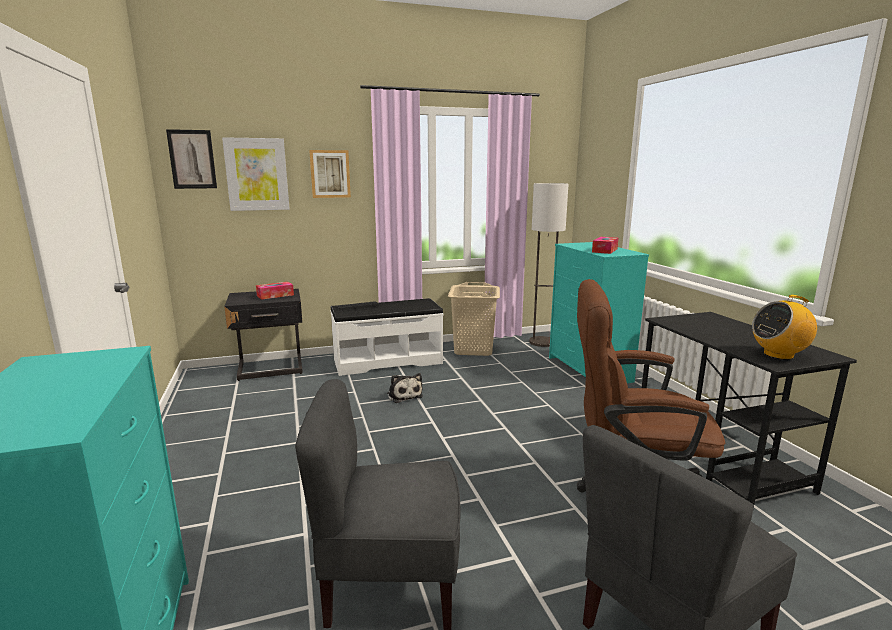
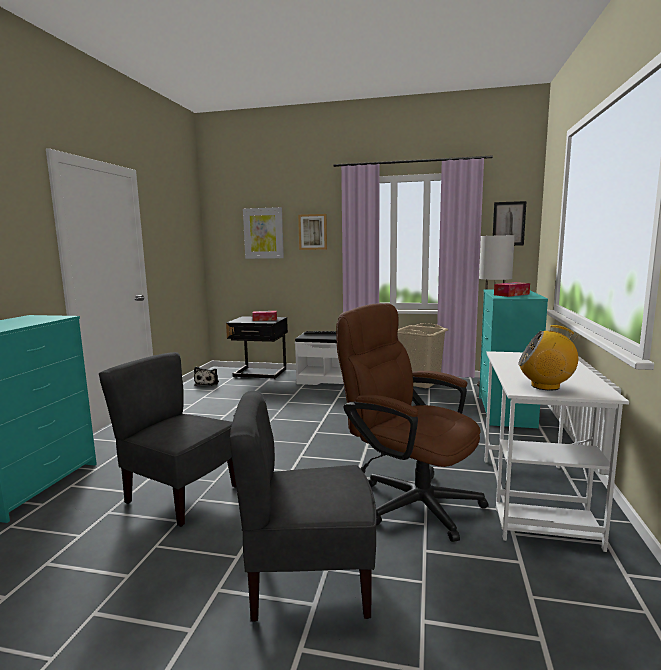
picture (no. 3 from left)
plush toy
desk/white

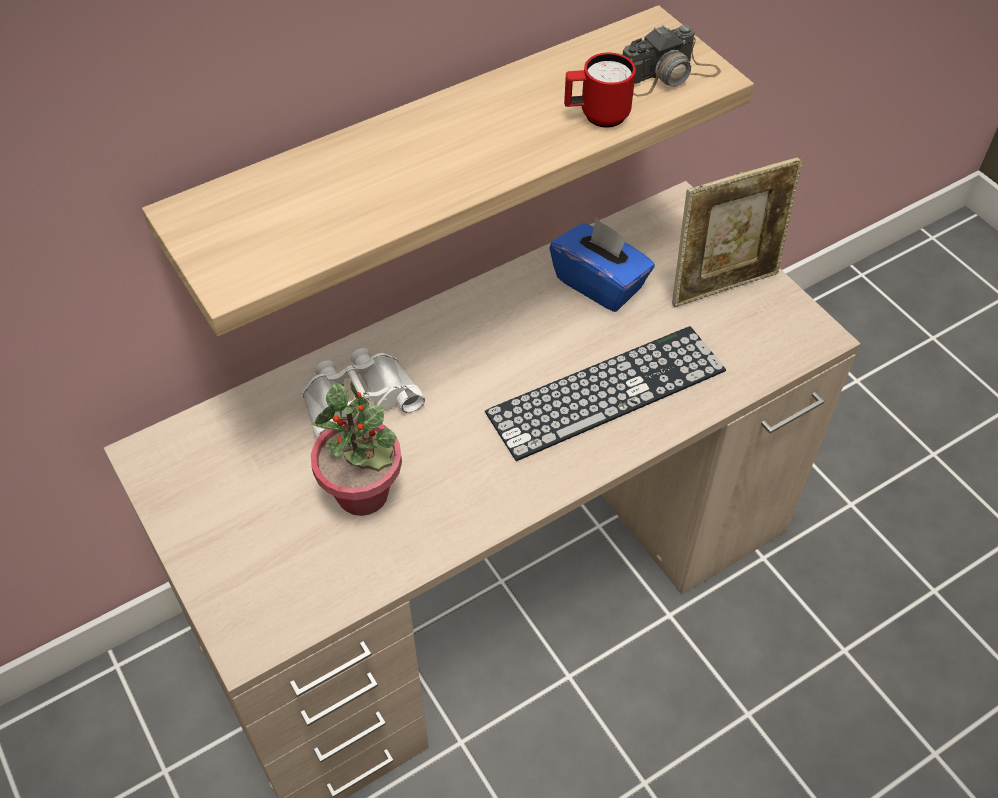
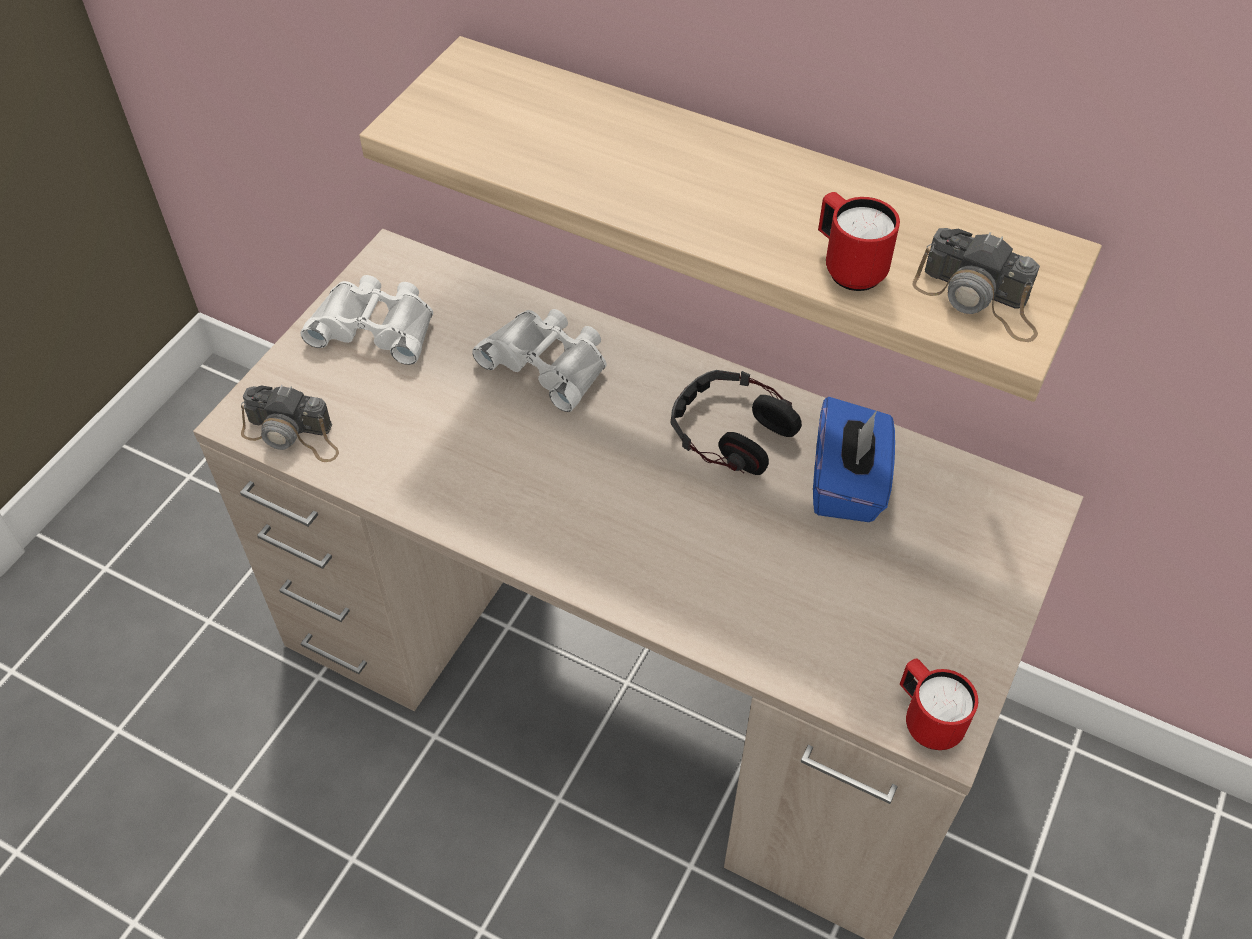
potted plant
keyboard
picture frame
photo camera (no. 1 from left)
binoculars/white (no. 1 from left)
headphones
mug/red (no. 2 from left)

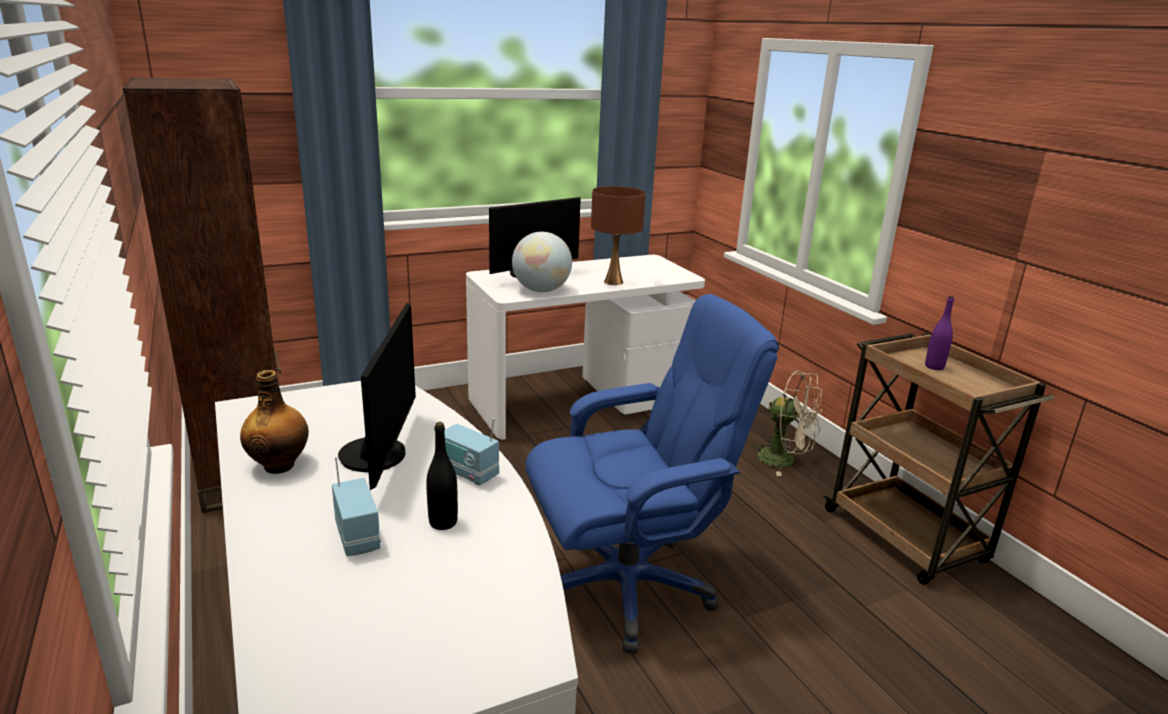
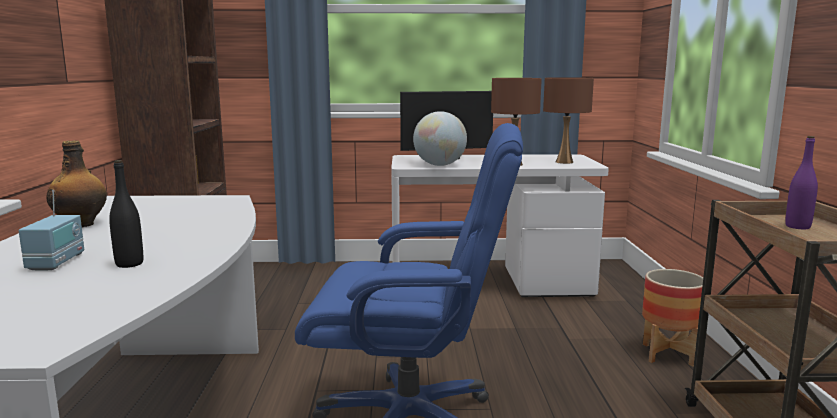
monitor (no. 1 from left in the first image)
radio (no. 2 from left in the first image)
planter
table lamp/brown (no. 2 from left)

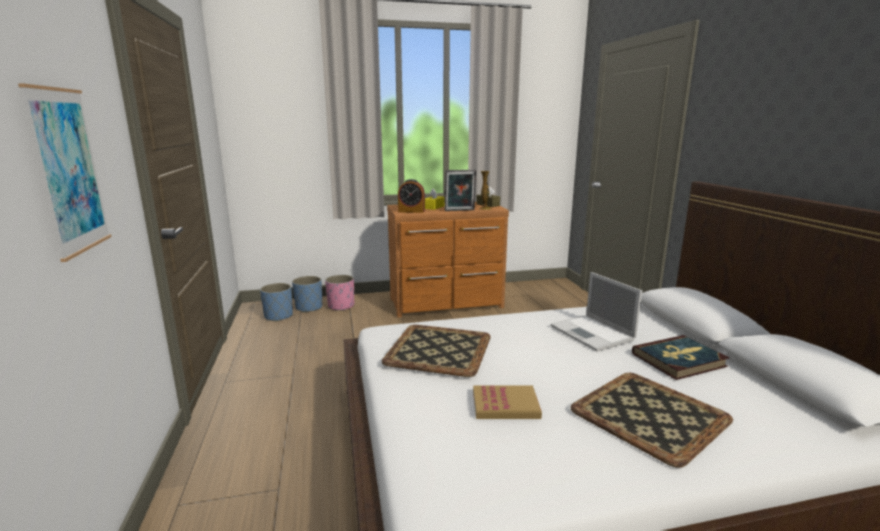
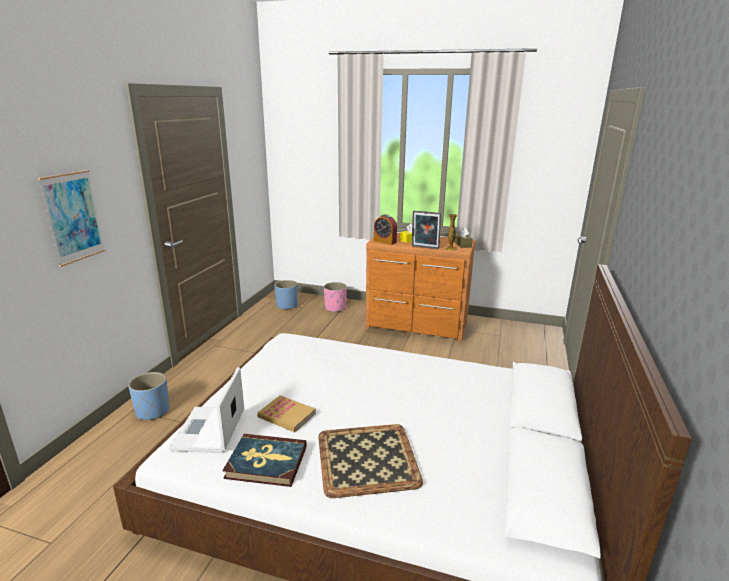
planter/blue (no. 1 from left)
tray (no. 1 from left in the first image)
laptop
book (no. 1 from left)

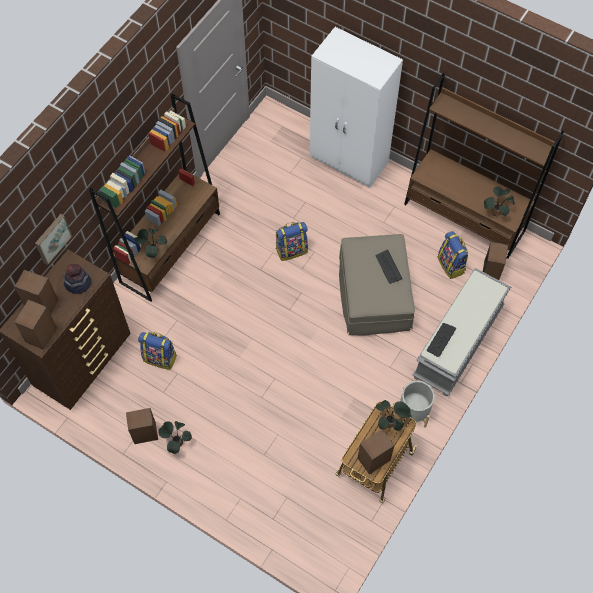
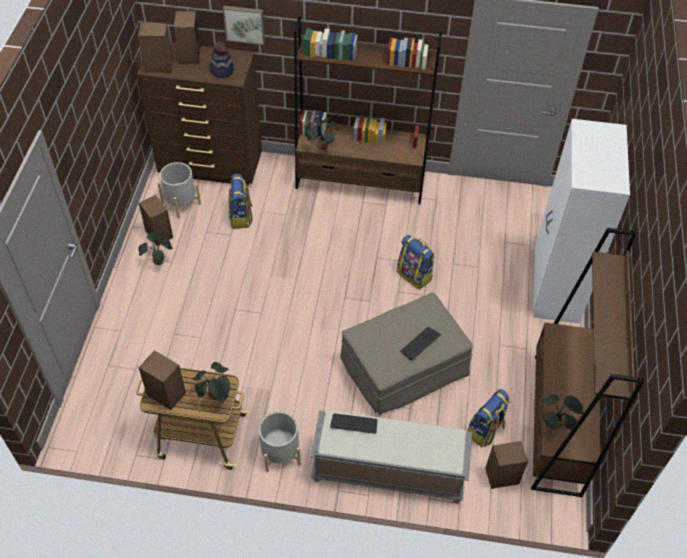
planter/grey (no. 1 from left)

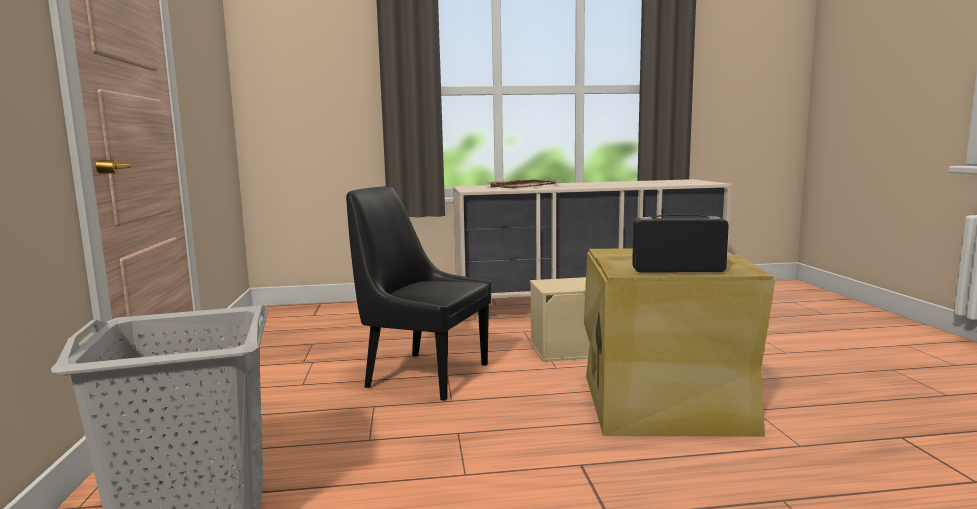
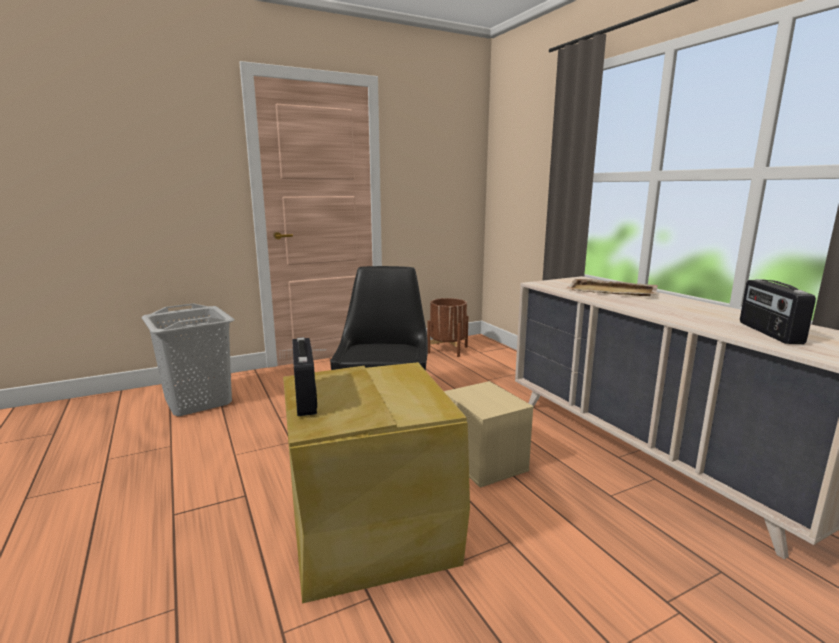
planter/brown
radio (no. 2 from left)

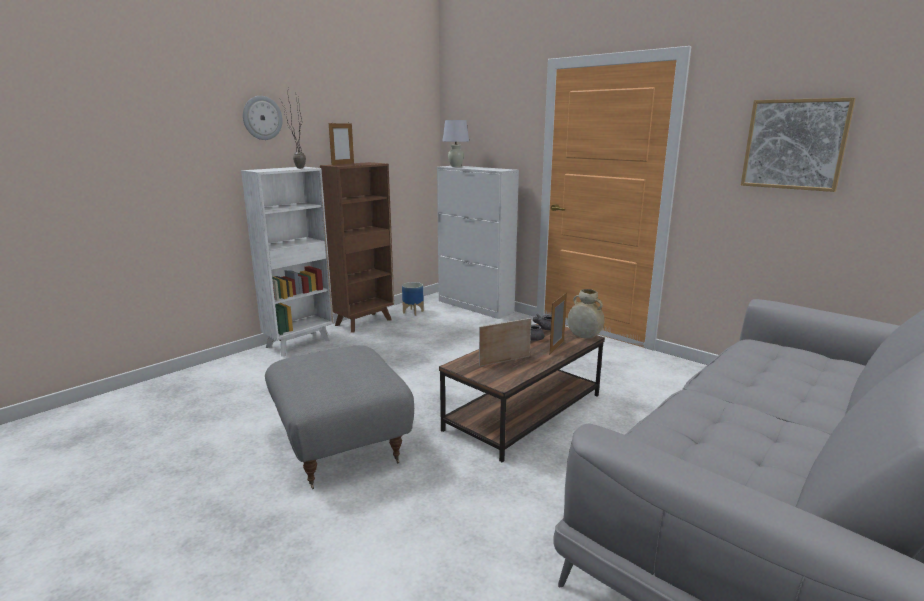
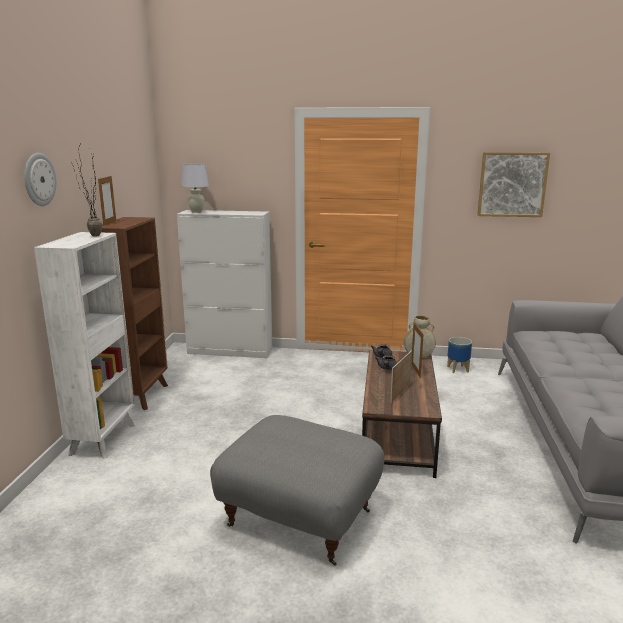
planter

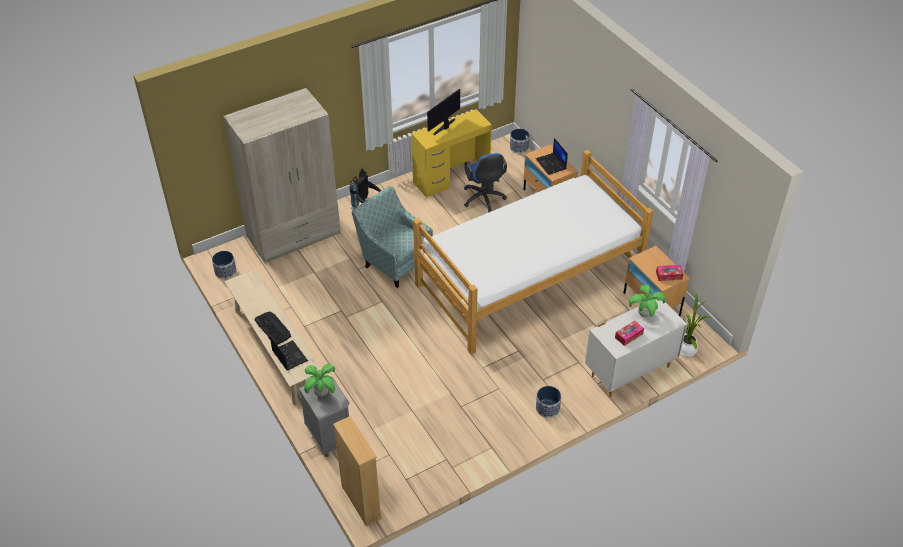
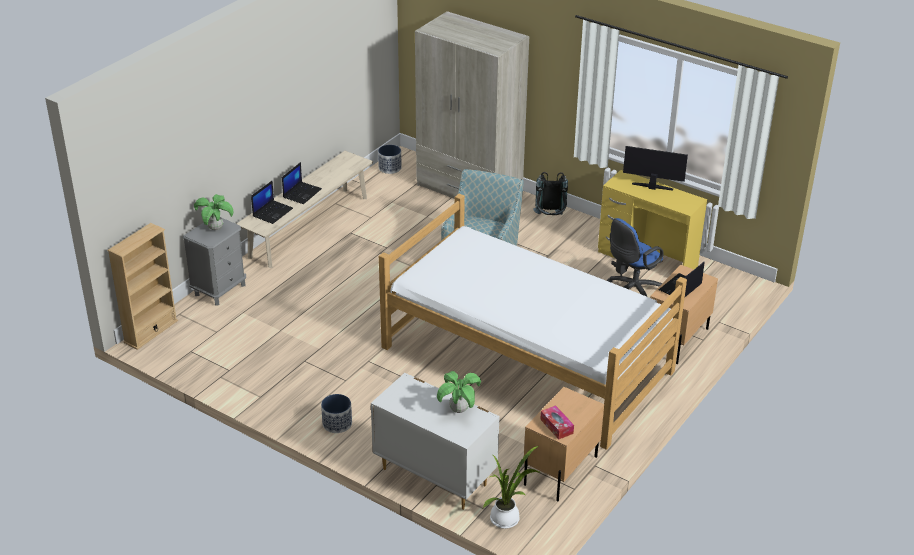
laptop (no. 2 from left)
planter (no. 2 from left in the first image)
tissue box (no. 1 from left in the first image)

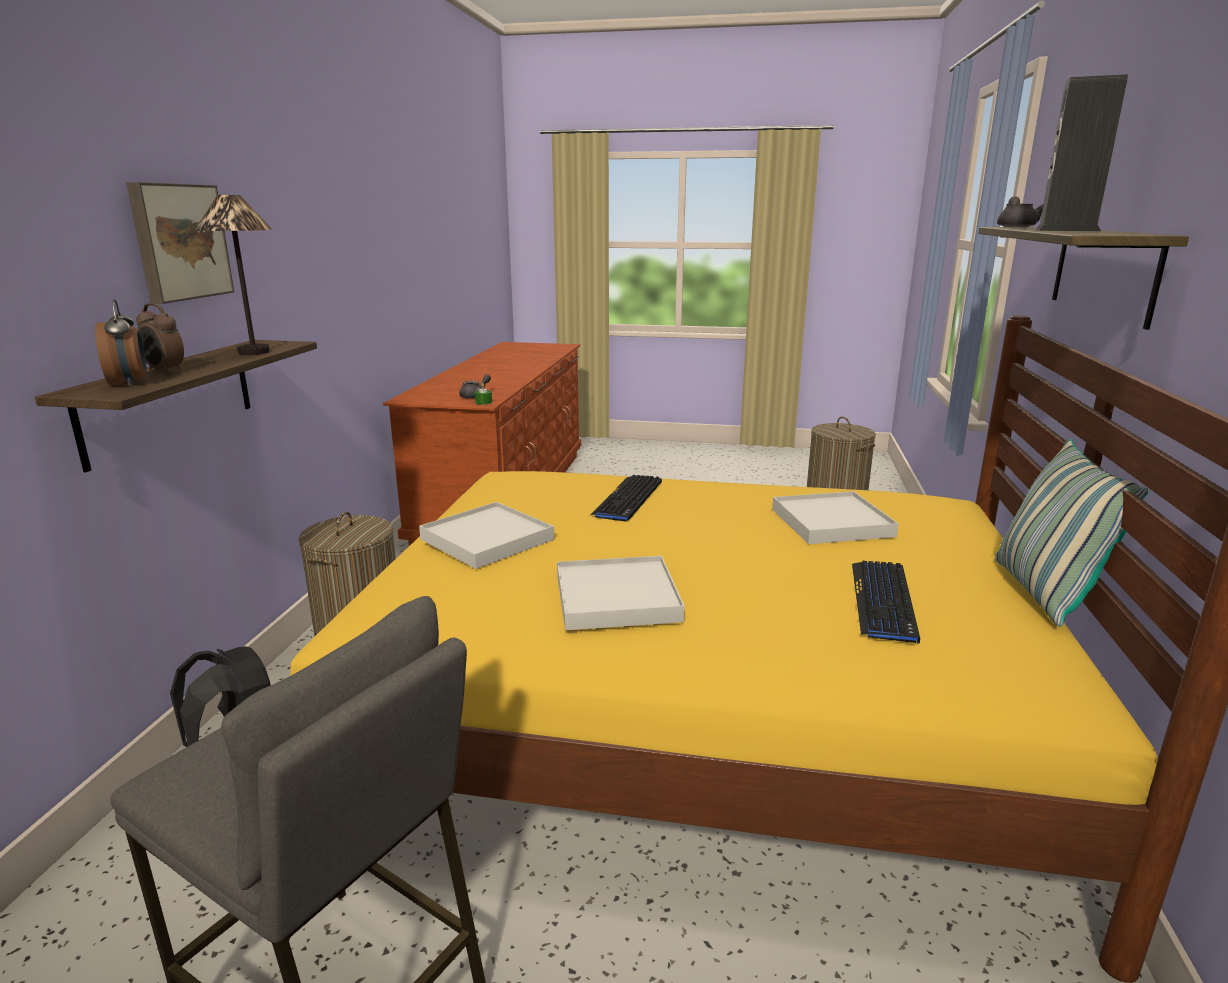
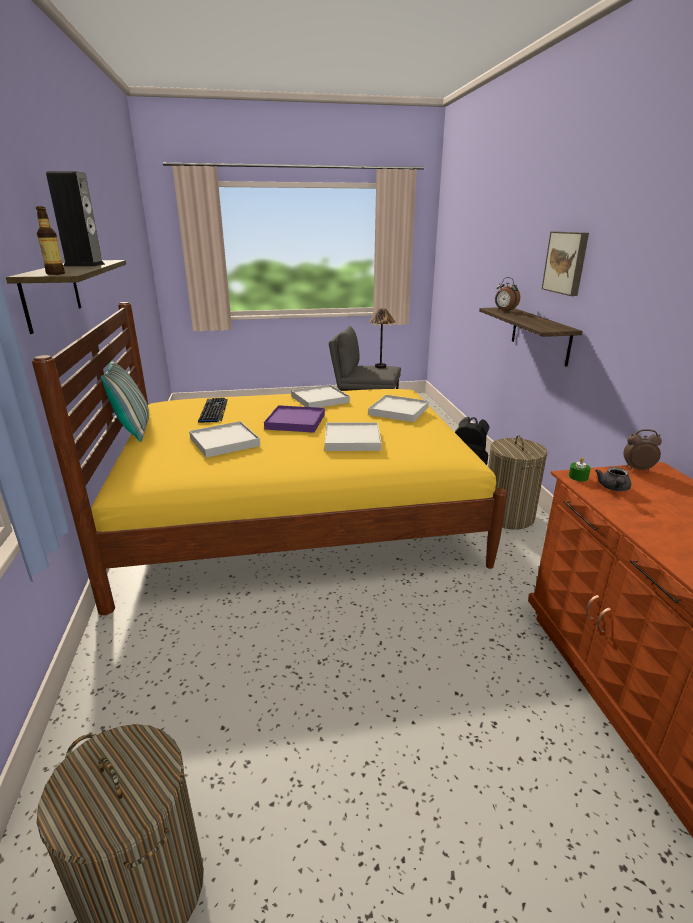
alarm clock (no. 2 from left)
table lamp
tray/white (no. 3 from left)
bottle
tray/purple

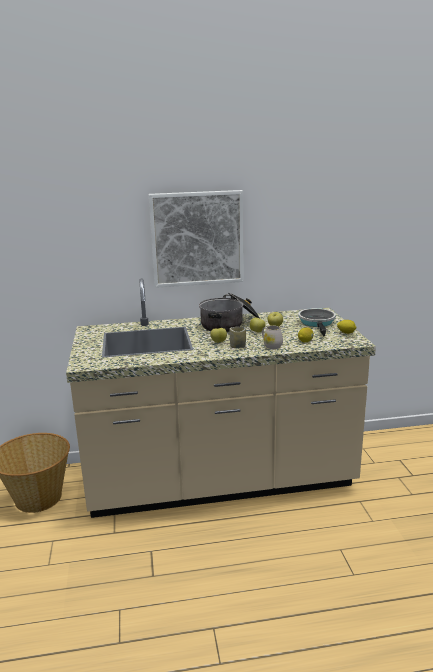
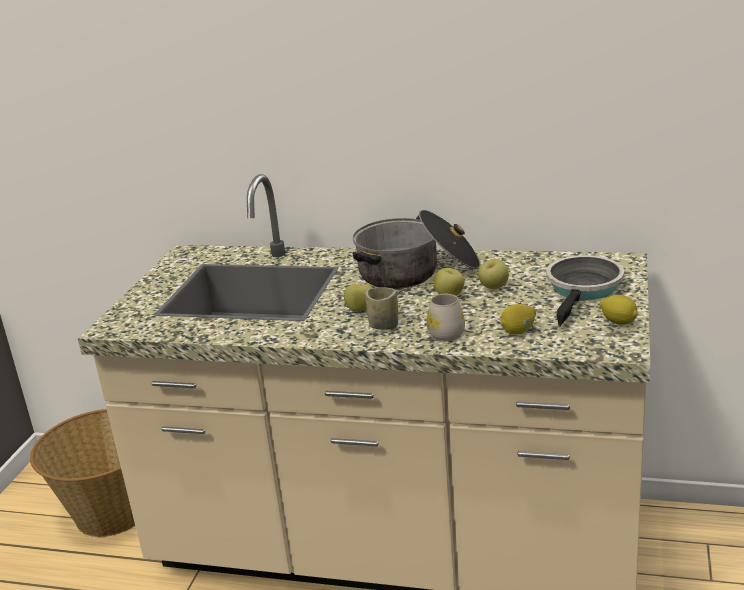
picture

